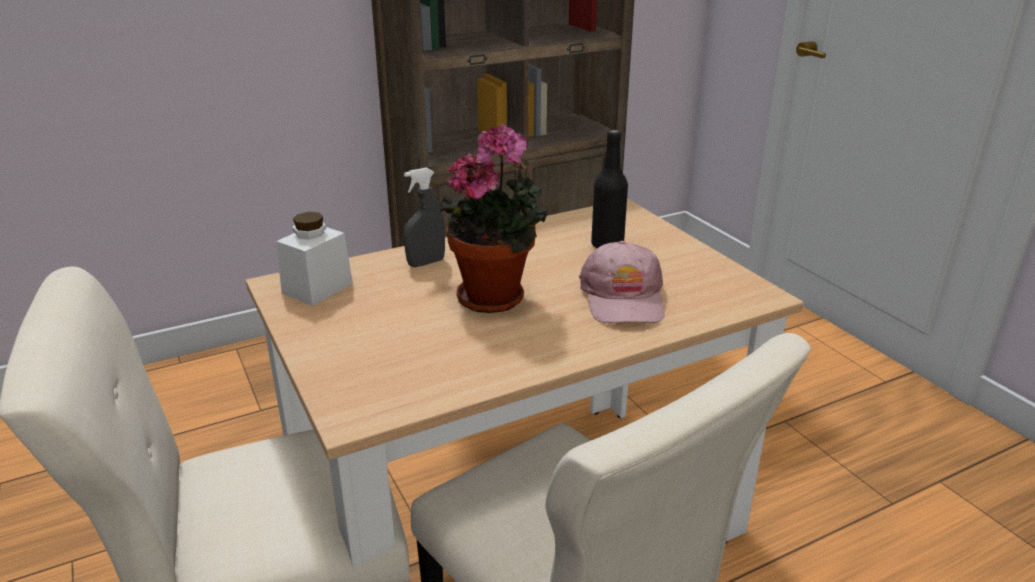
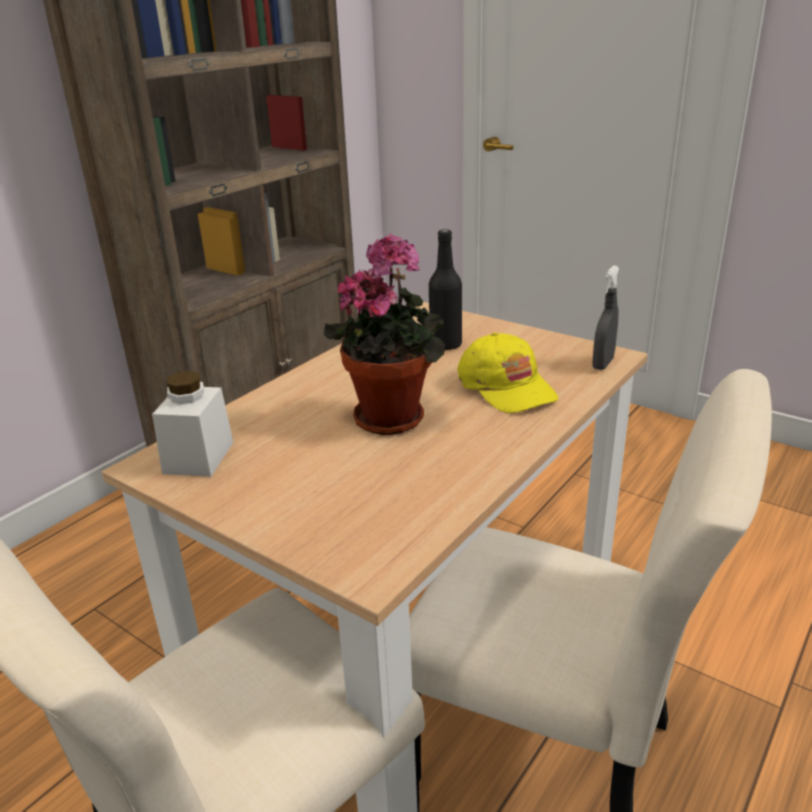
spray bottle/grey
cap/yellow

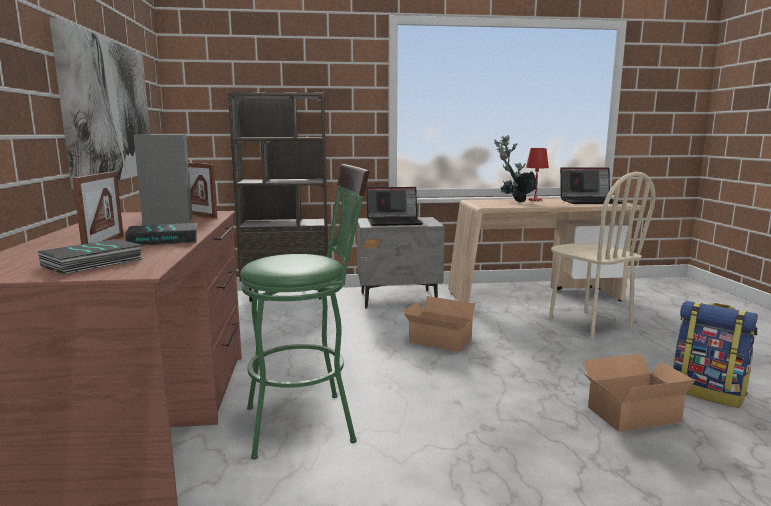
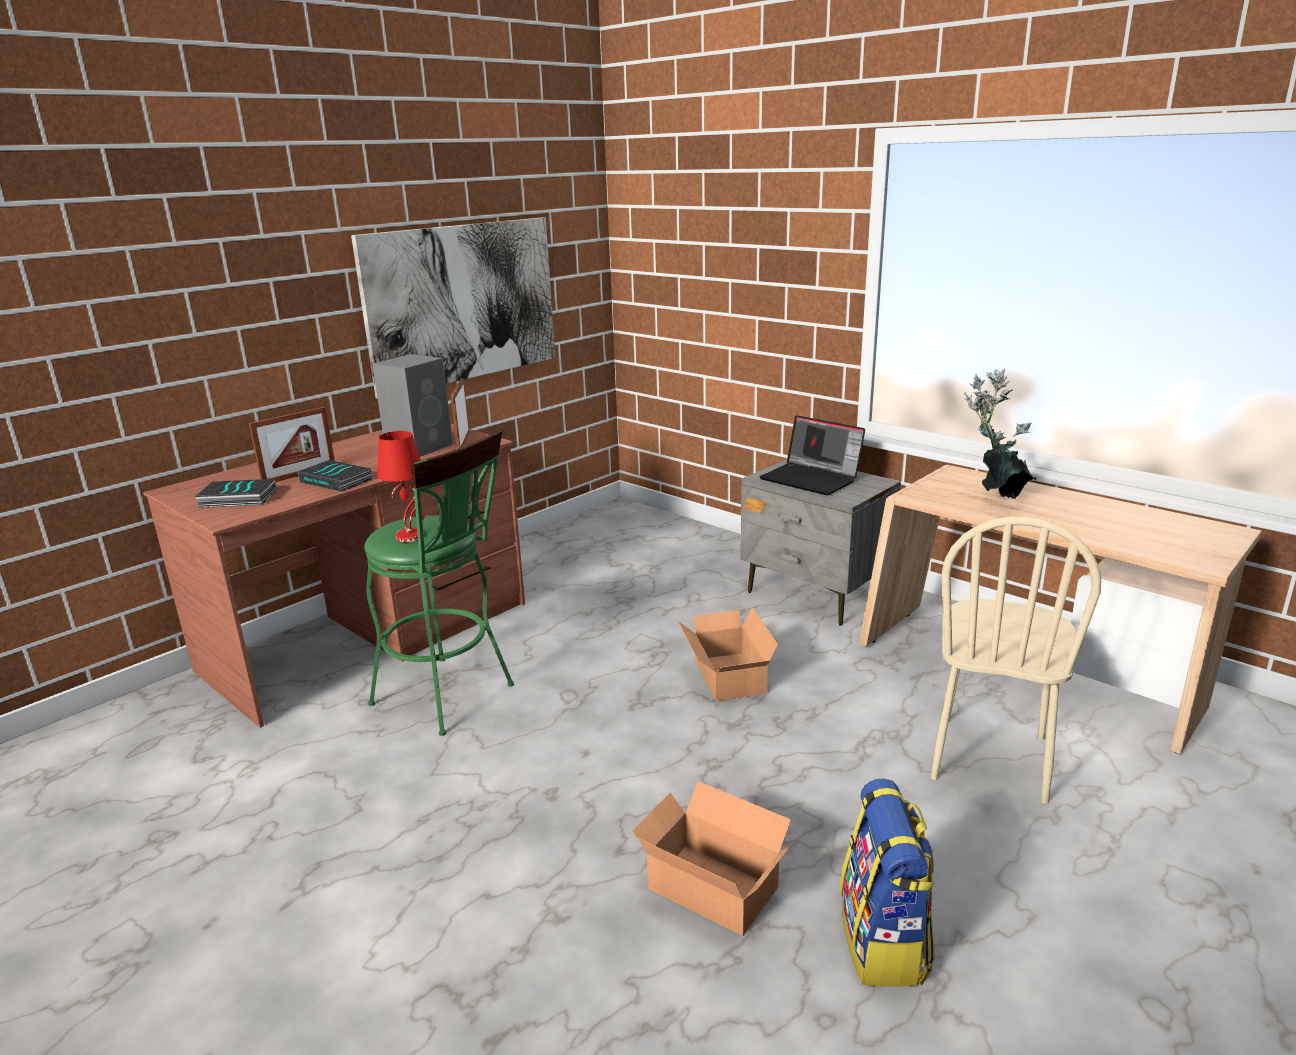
bookcase/brown
table lamp/red
laptop (no. 2 from left in the first image)

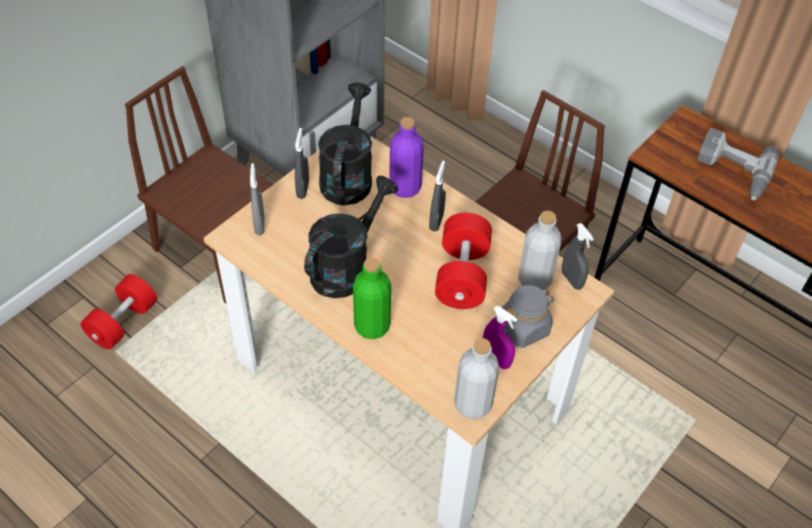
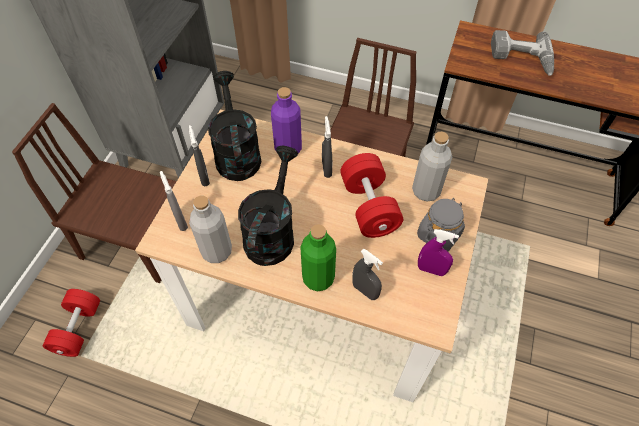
bottle/grey (no. 1 from left)
spray bottle/grey (no. 4 from left)

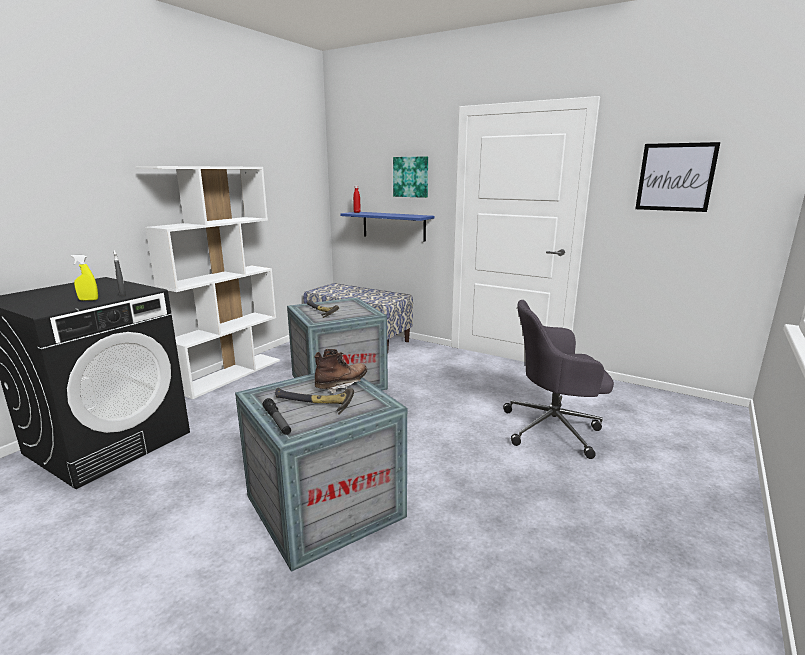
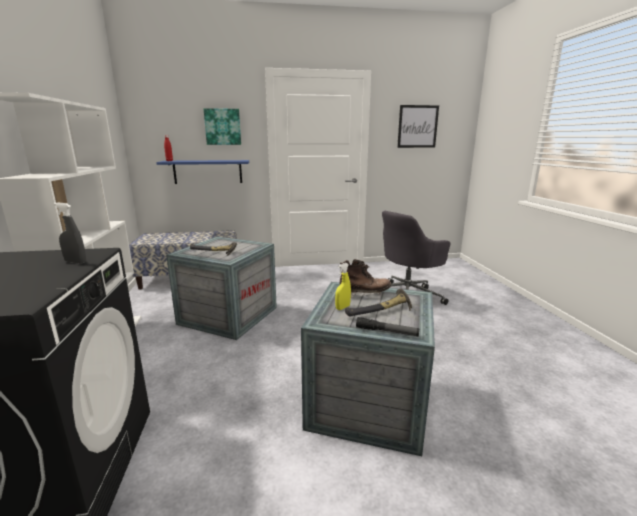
spray bottle/yellow
boot/brown

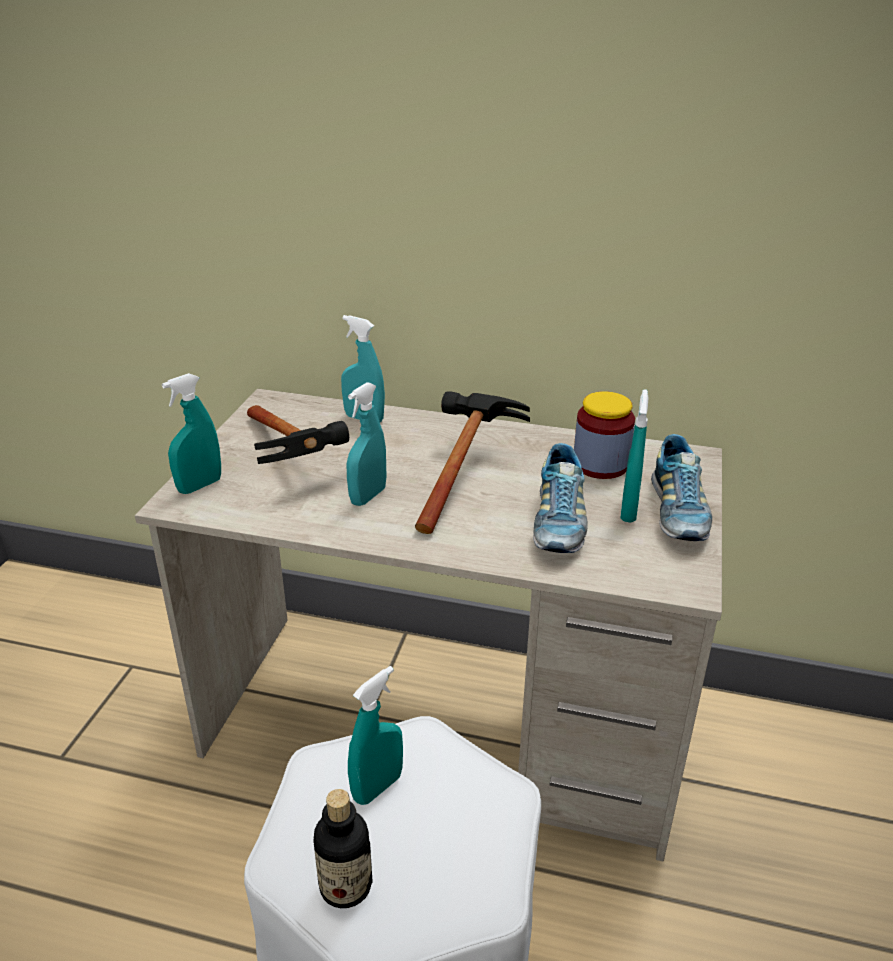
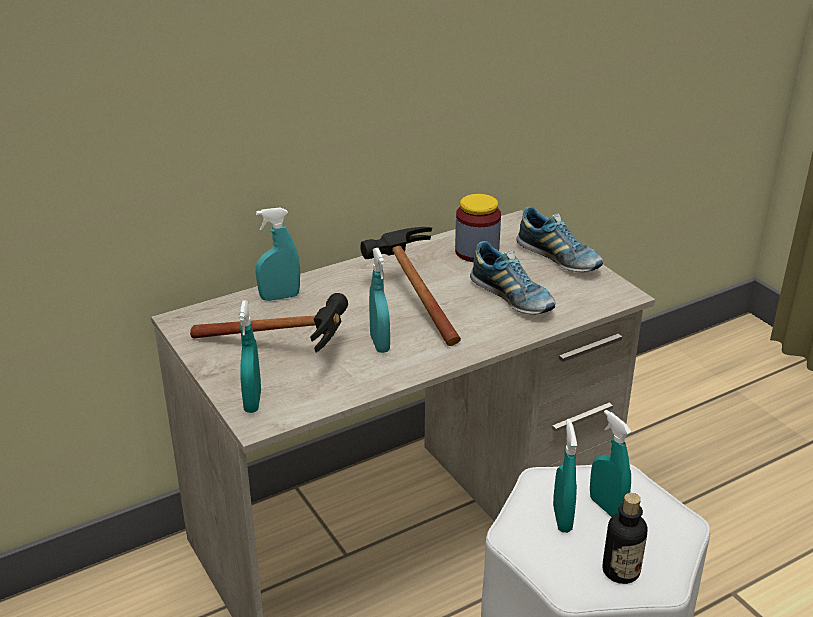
spray bottle/turquoise (no. 5 from left)

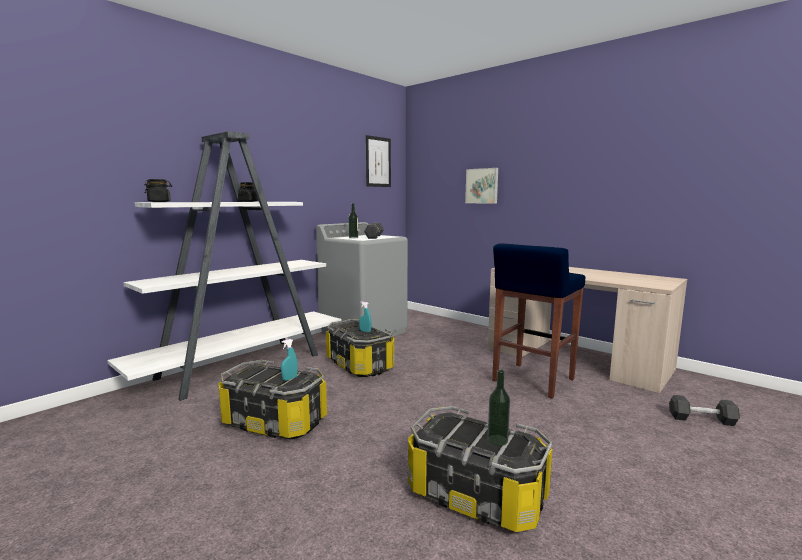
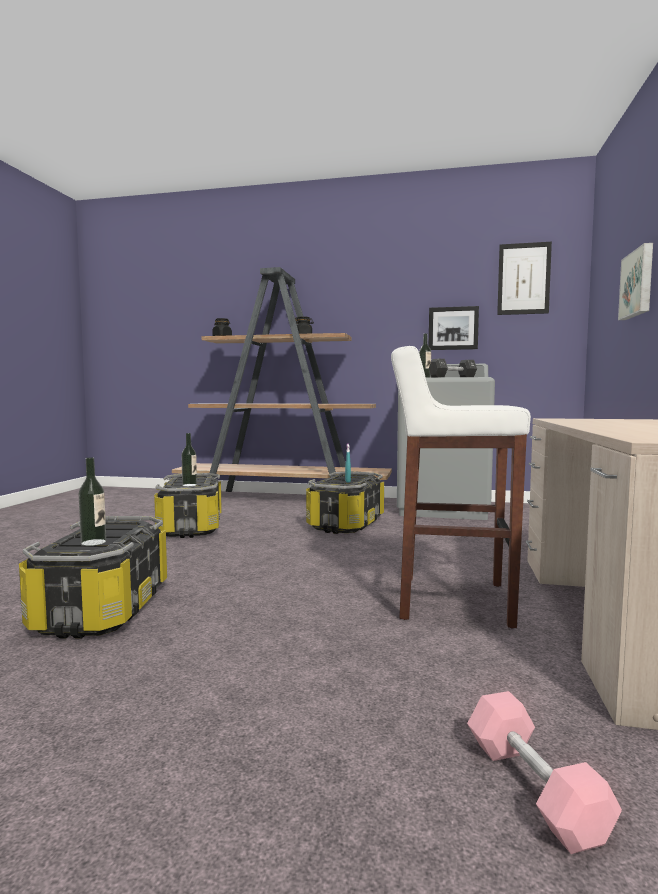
bookcase/brown
bottle (no. 2 from left)
stool/white
dumbbell/pink
picture (no. 1 from left)

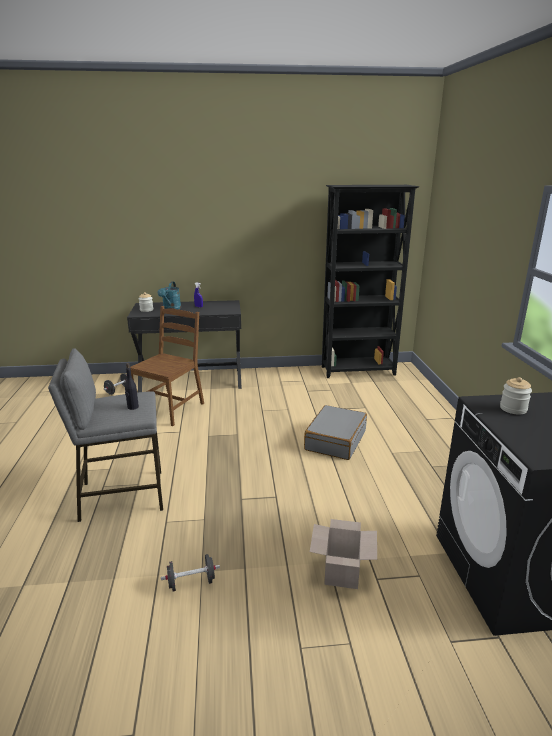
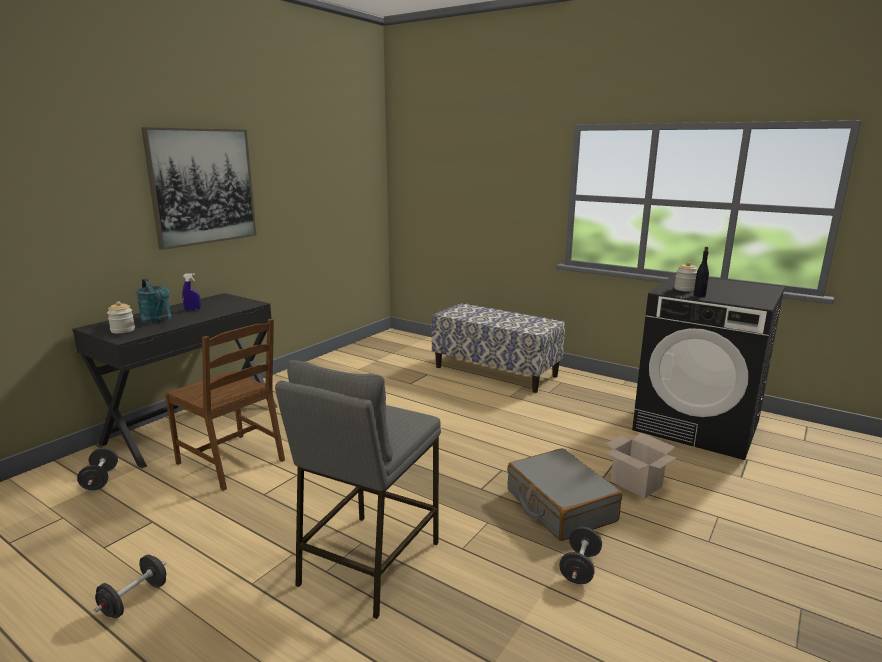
bottle/black
chair/brown
suitcase/grey
bookcase/black
dumbbell/black (no. 2 from left)
picture
bench

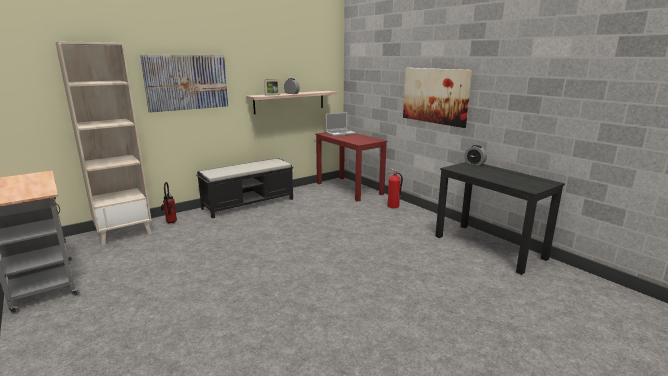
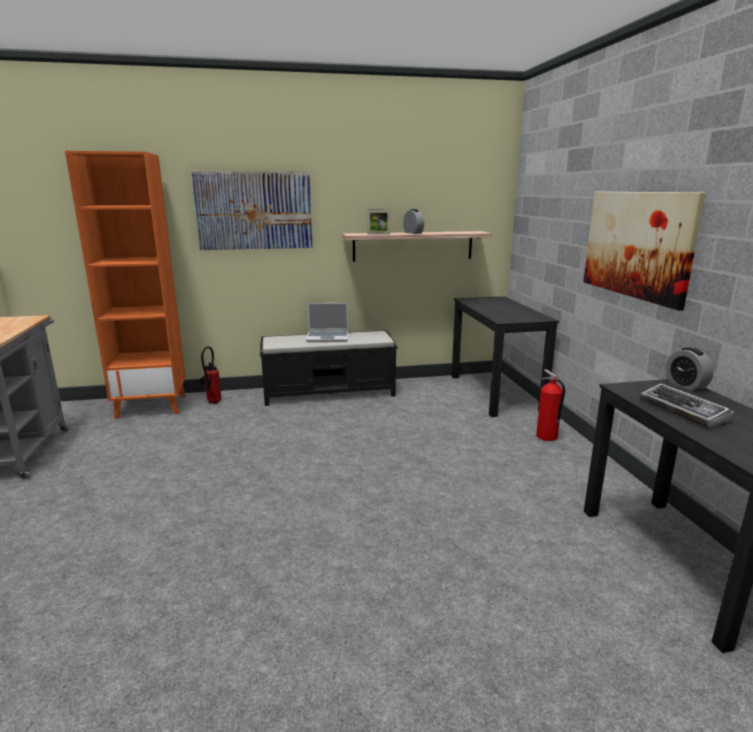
bookcase/orange
desk/black (no. 1 from left)
laptop
keyboard

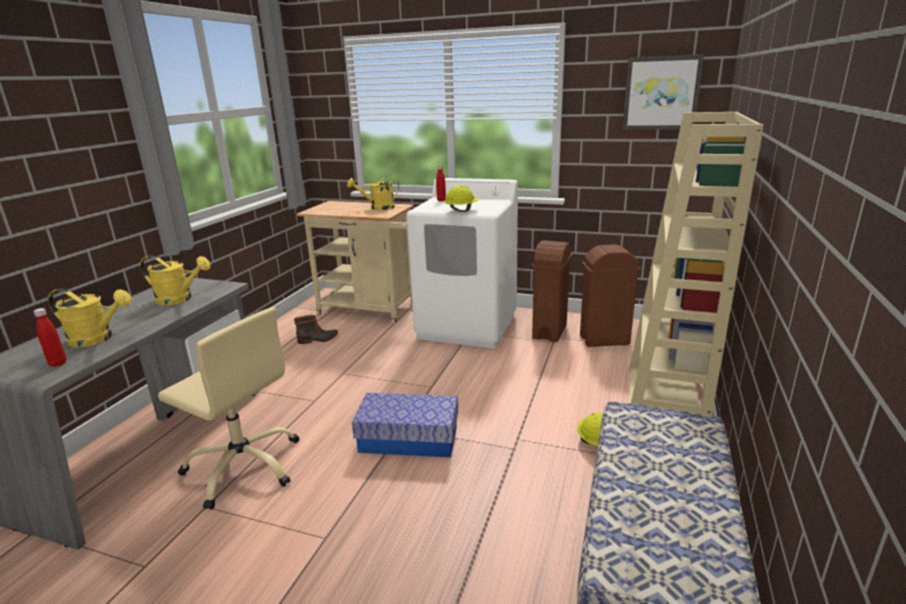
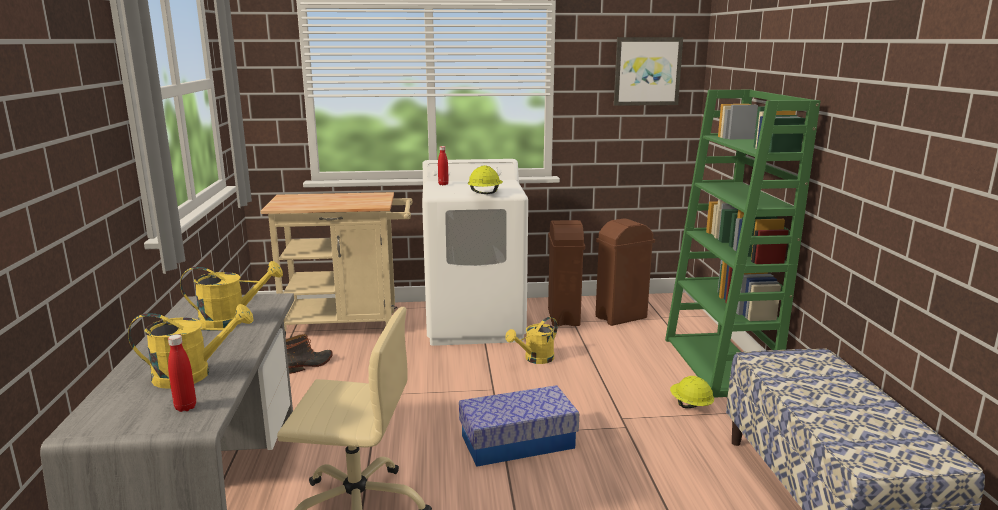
watering can/yellow (no. 3 from left)
bookcase/green

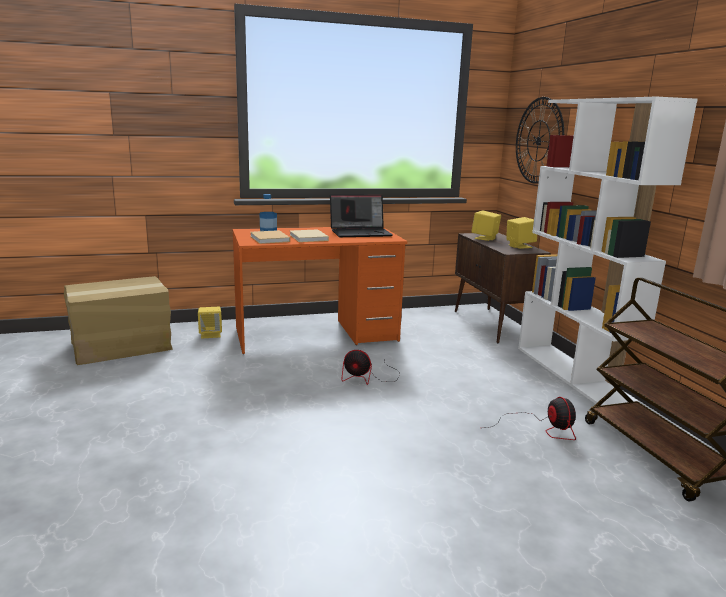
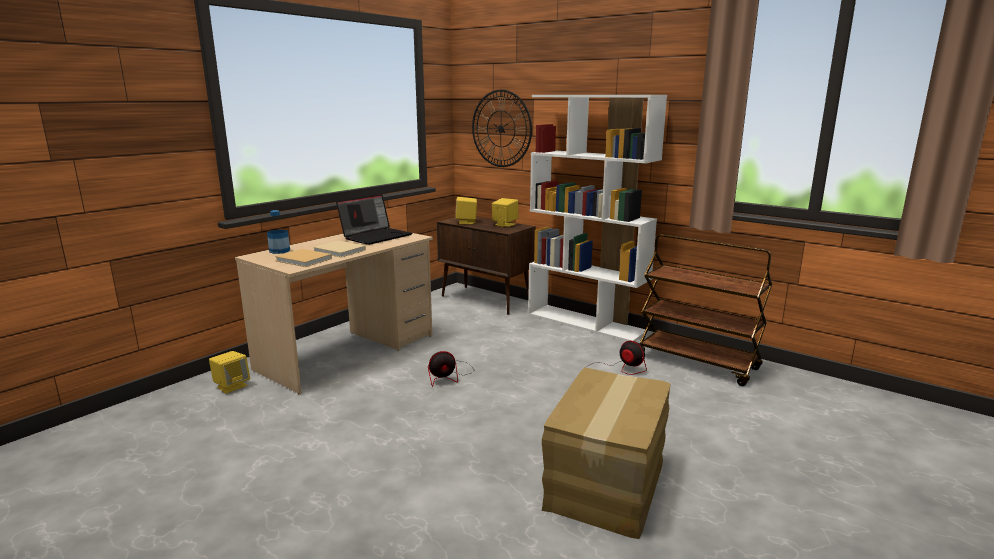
cardboard box
desk/beige

